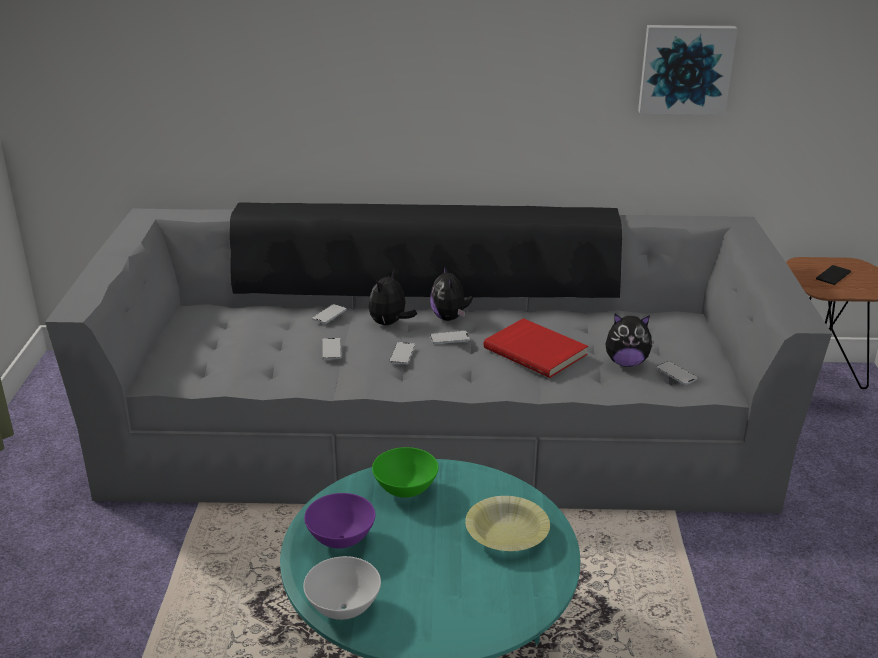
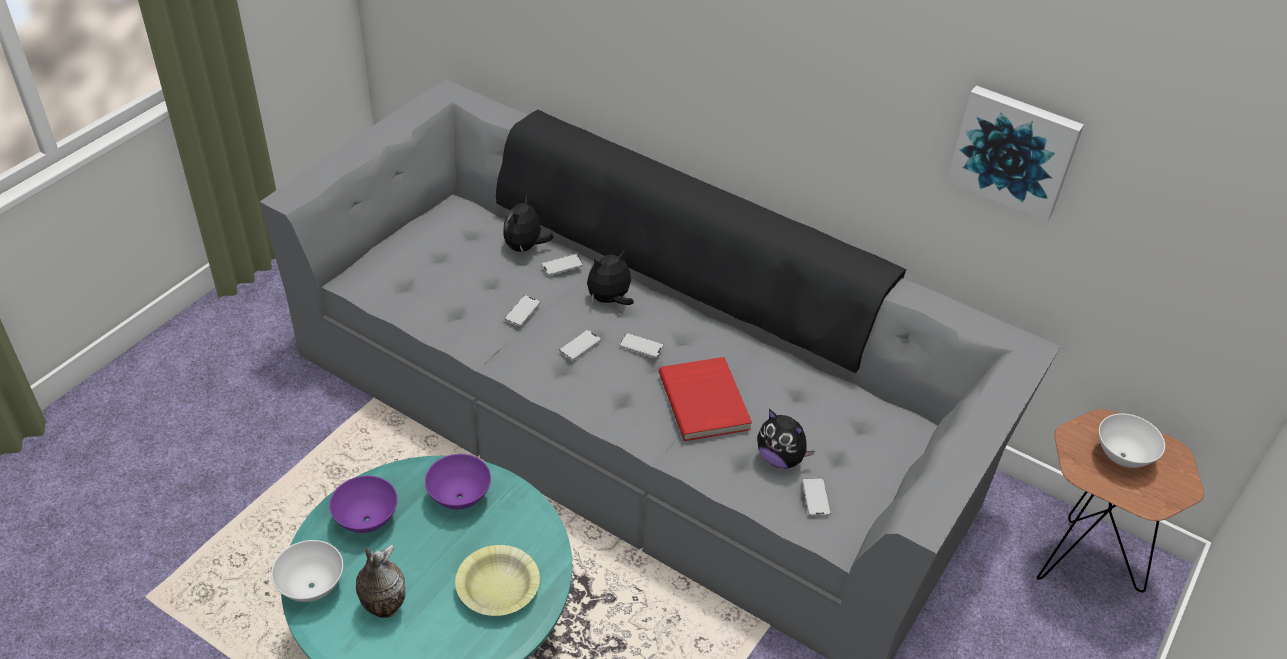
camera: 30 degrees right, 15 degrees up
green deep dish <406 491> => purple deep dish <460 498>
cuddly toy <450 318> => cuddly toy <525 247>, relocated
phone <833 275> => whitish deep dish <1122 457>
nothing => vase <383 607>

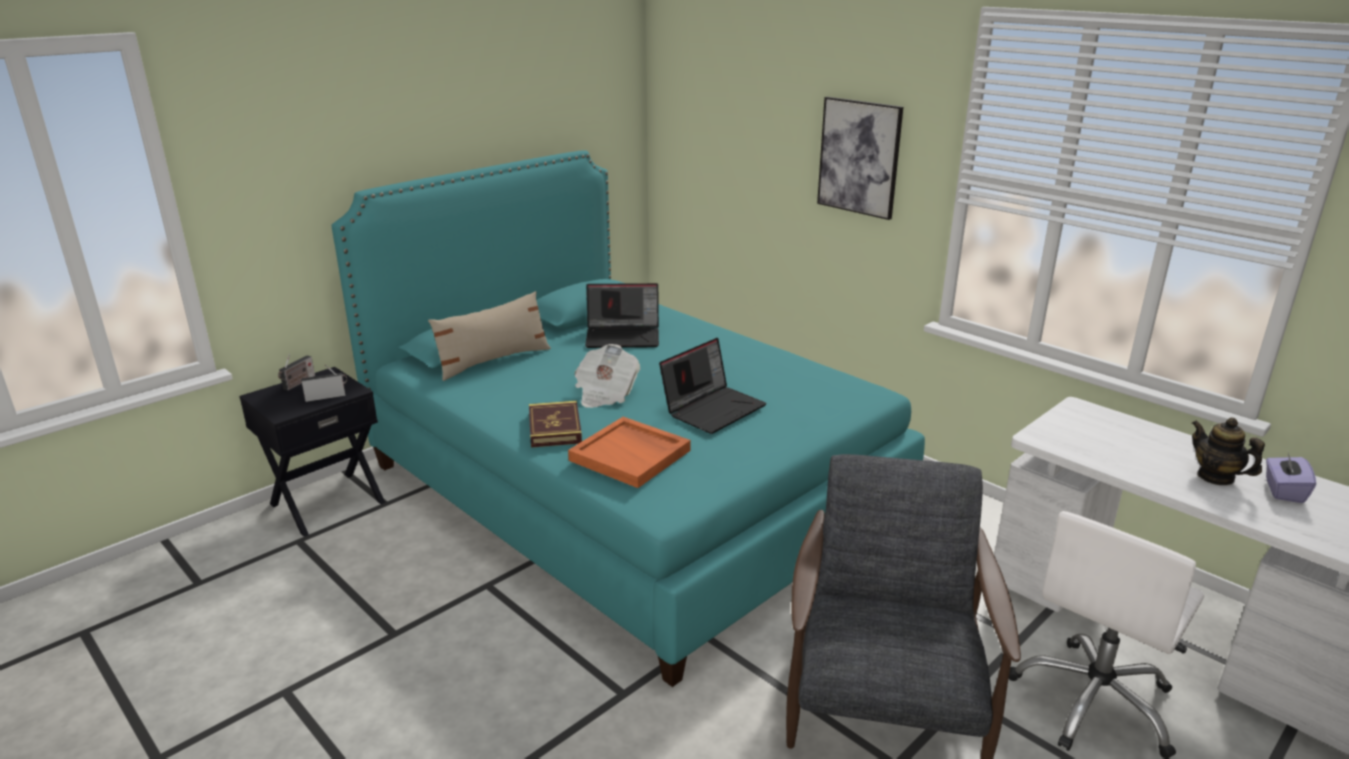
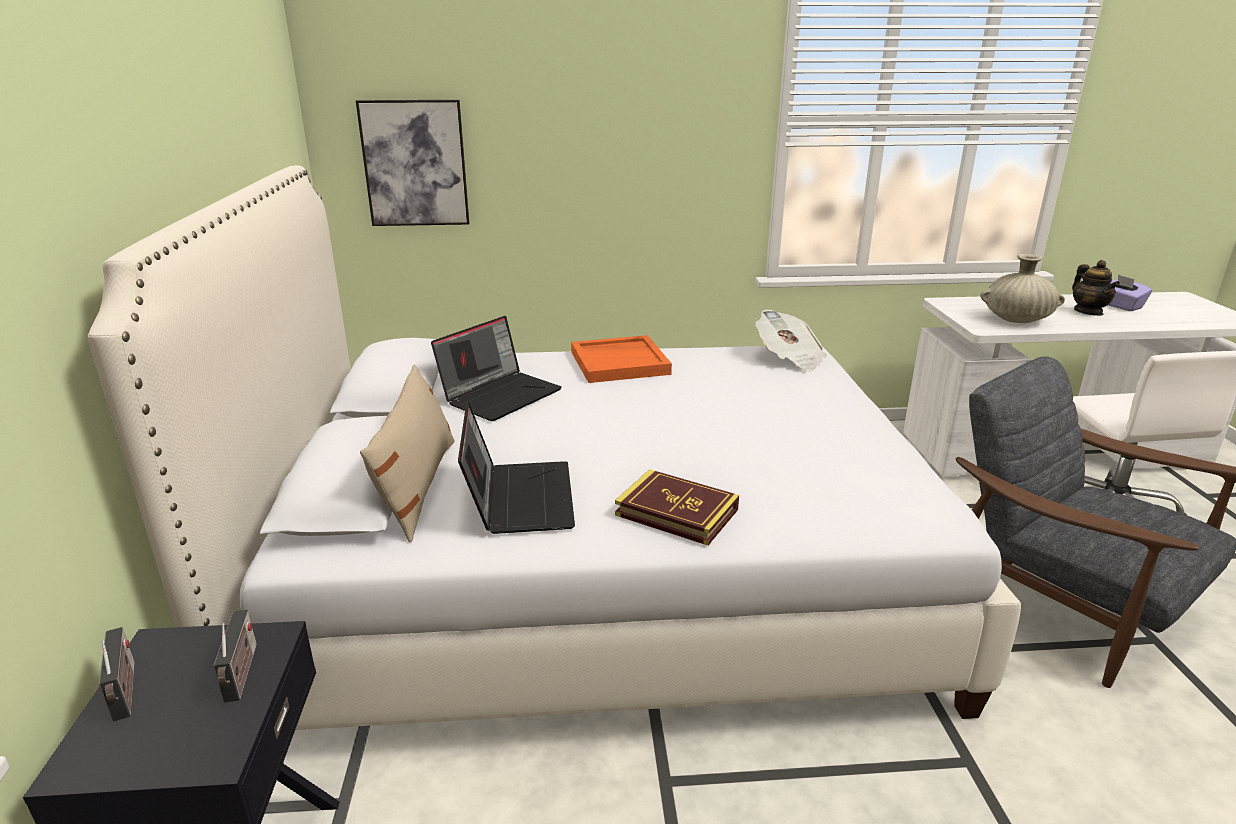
camera: 50 degrees left, 0 degrees up
radio set <327 396> => radio set <241 675>, 150 degrees clockwise
blue-green bedroom bed <628 490> => whitish bedroom bed <599 577>
orangey serving tray <631 455> => orangey serving tray <620 362>, relocated
printed paper <605 393> => printed paper <789 359>, relocated
notebook computer <713 408> => notebook computer <518 498>, relocated
wall picture <859 157> => wall picture <415 164>, relocated
teapot <1215 477> => teapot <1088 312>, 105 degrees counterclockwise
nothing => beige vase <1017 320>

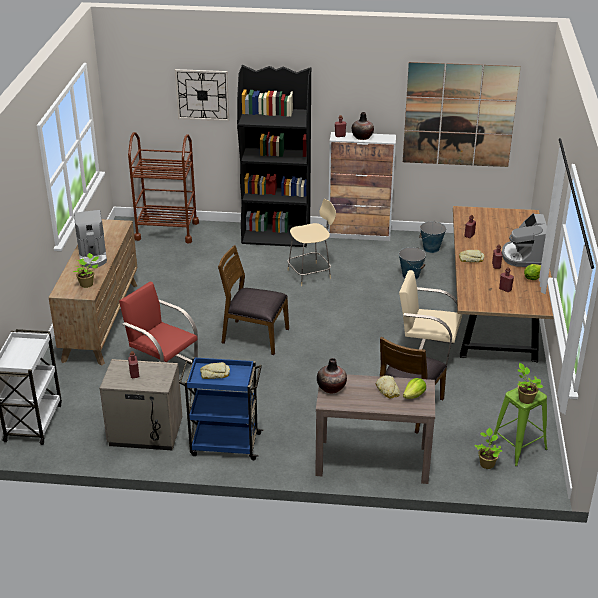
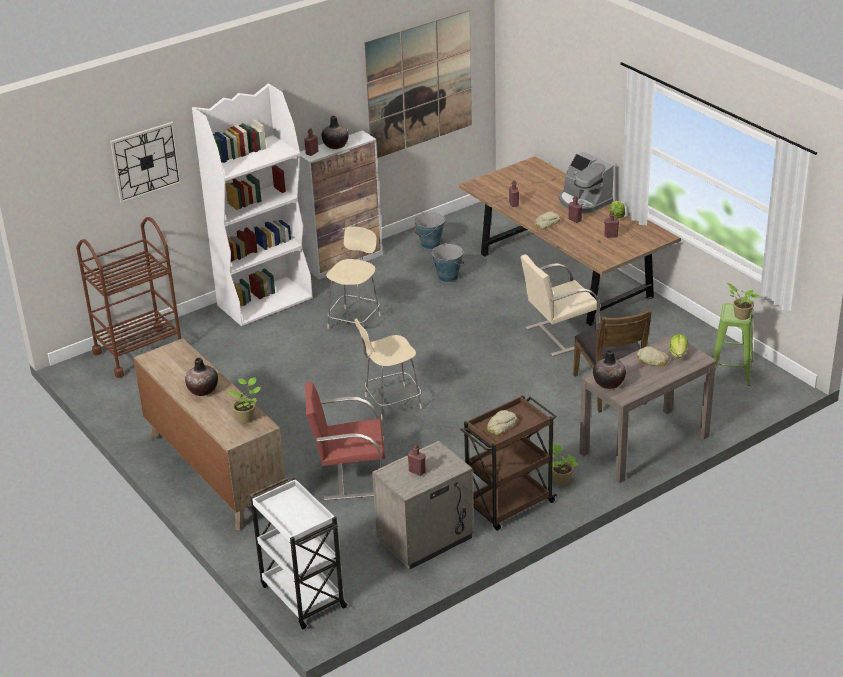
camera: 40 degrees left, 0 degrees up
coffee machine <93 256> => vase <203 390>
blue-coloured cart <224 444> => brownish cart <508 505>
brownish plain chair <254 336> => beige stool seat <391 402>
black-coloured bookcase <276 235> => whitish bookcase <265 301>
potted plant <486 463> => potted plant <561 479>, relocated

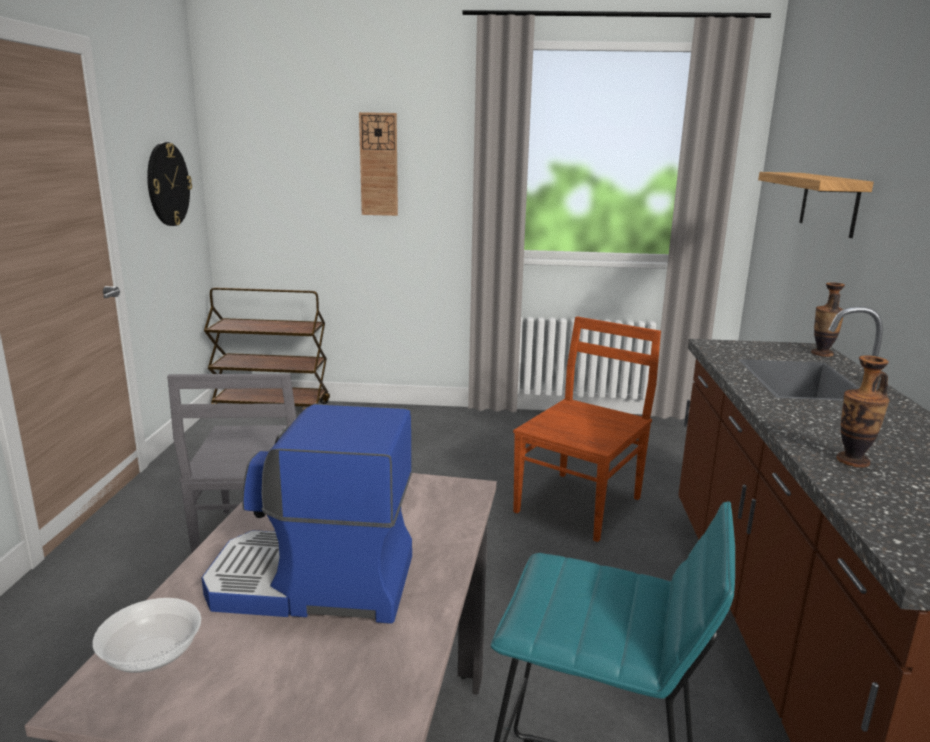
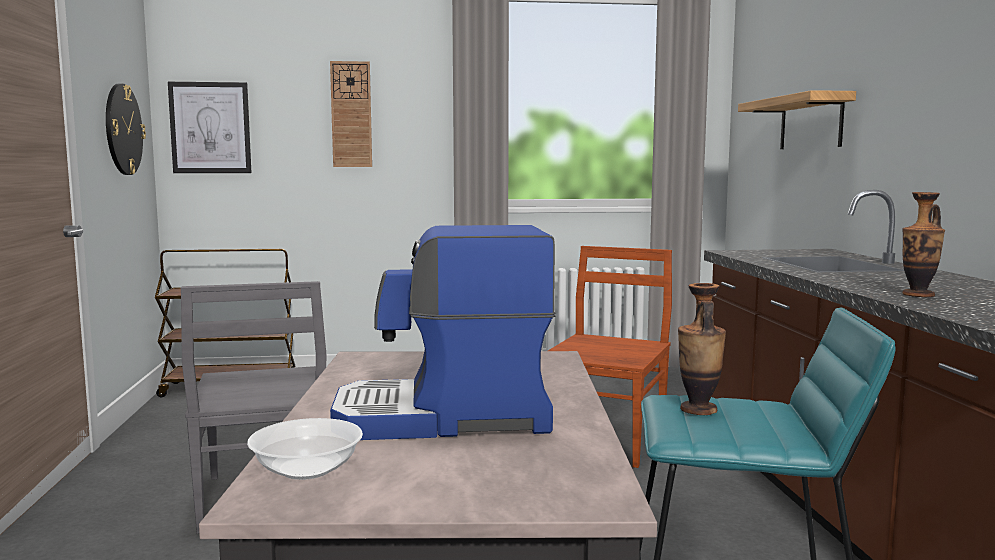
camera: 10 degrees left, 10 degrees down
vase <822 354> => vase <698 410>, relocated
nothing => wall picture <210 128>

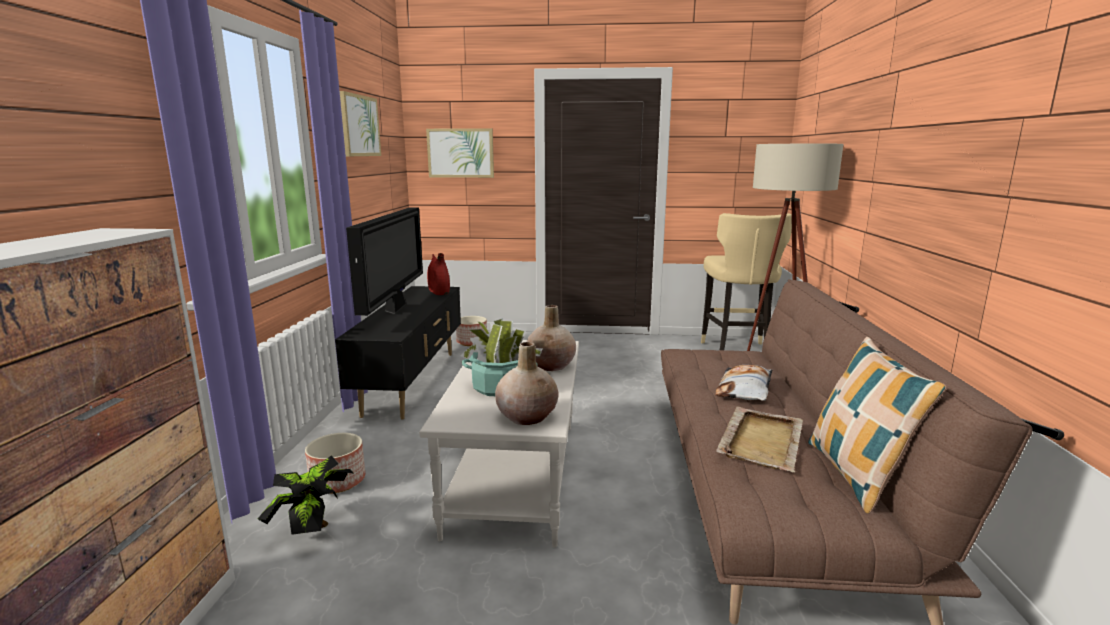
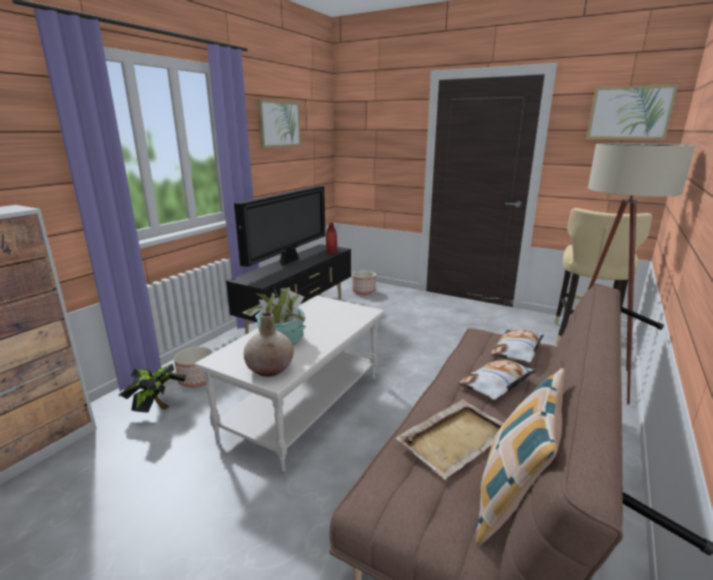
camera: 25 degrees right, 5 degrees up
wall picture <460 153> => wall picture <629 113>, relocated
beige vase <551 366> => nothing
nothing => throw pillow <517 350>

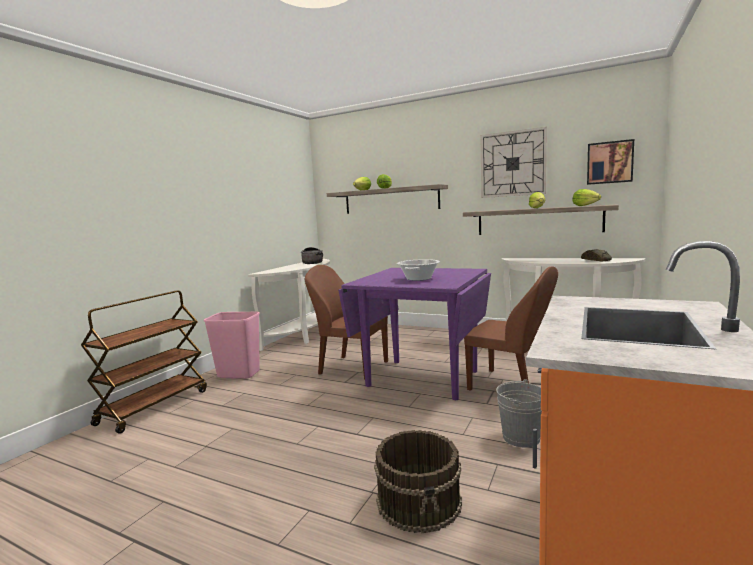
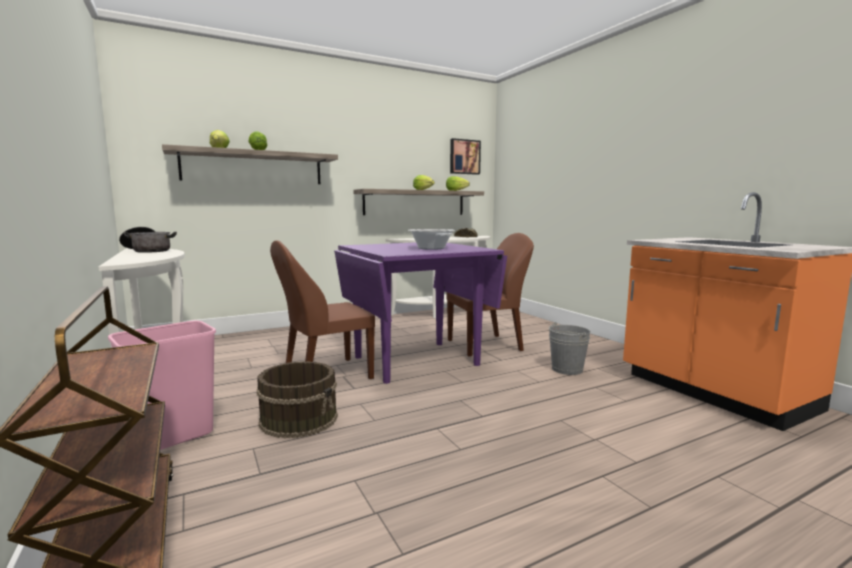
camera: 55 degrees left, 0 degrees up
brownish bucket <419 501> => brownish bucket <299 419>, relocated
wall clock <512 164> => nothing

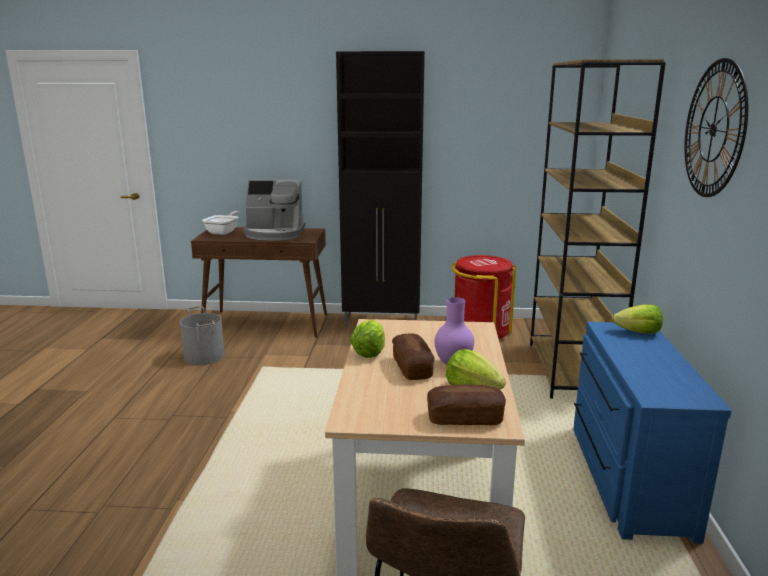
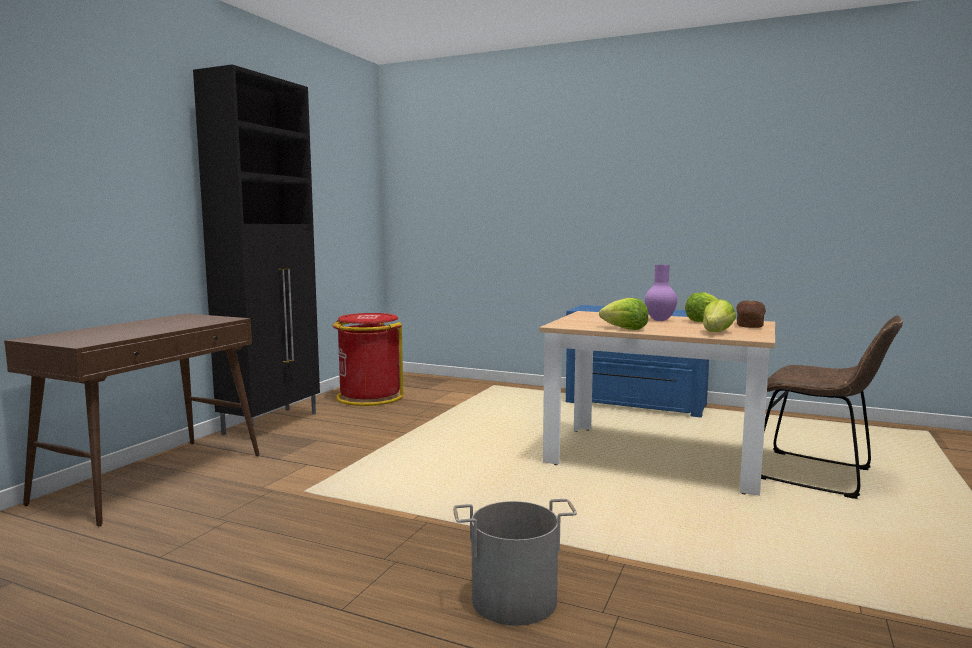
camera: 70 degrees left, 10 degrees down
gray bucket <205 356> => gray bucket <513 598>, relocated
skillet <224 232> => nothing
coffee machine <274 234> => nothing
bakery bread <412 367> => nothing
brownish bookcase <571 370> => nothing
lettuce <638 332> => lettuce <716 332>, relocated
wall clock <713 129> => nothing

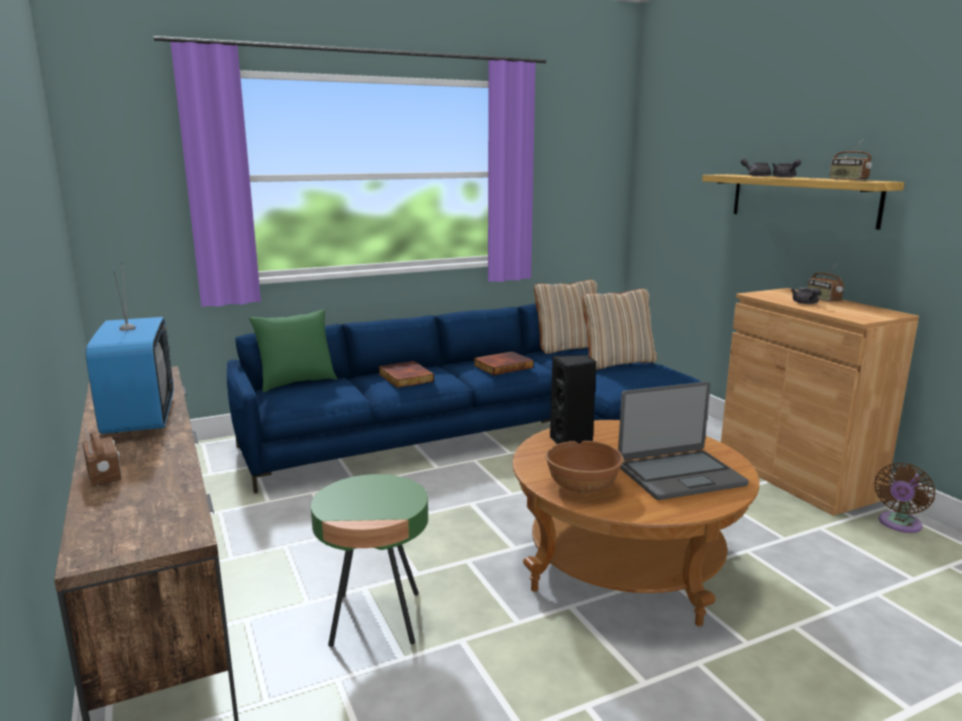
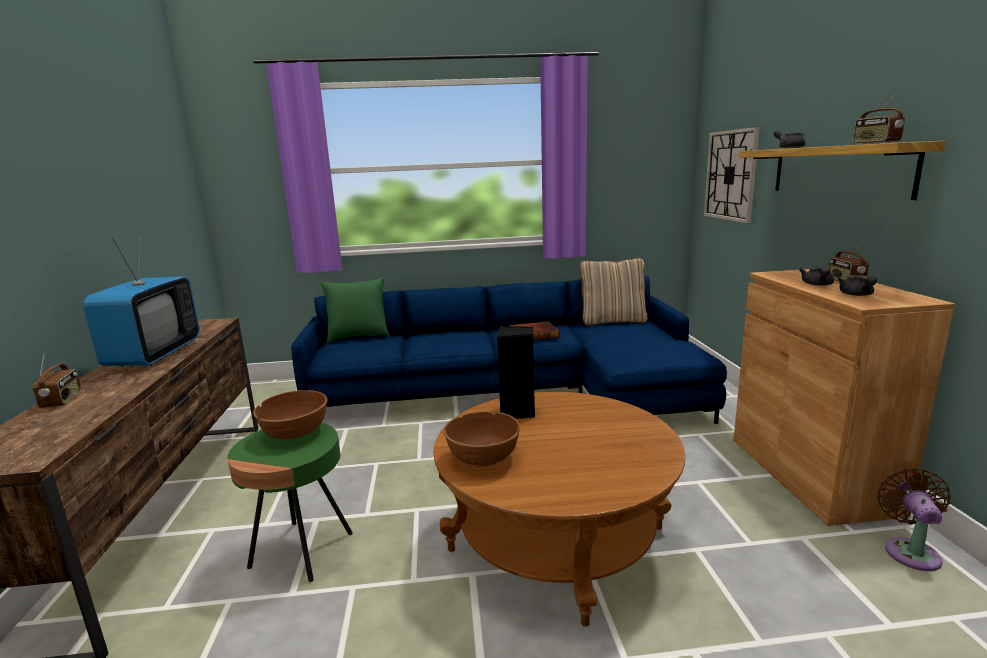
camera: 20 degrees right, 0 degrees up
book <404 377> => nothing
beige throw pillow <618 362> => nothing
notebook computer <679 475> => nothing
gray teapot <785 177> => gray teapot <857 295>, relocated
brownish fan <898 524> => brownish fan <910 551>, 135 degrees clockwise
nothing => brownish deep dish <295 433>
nothing => wall clock <731 175>

